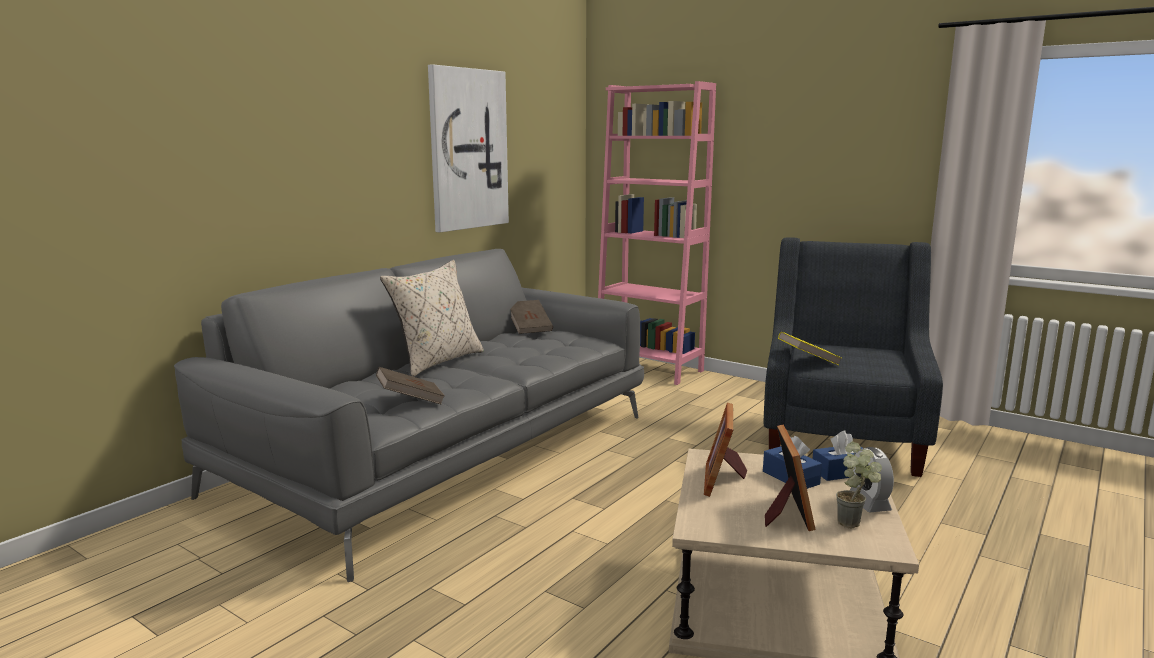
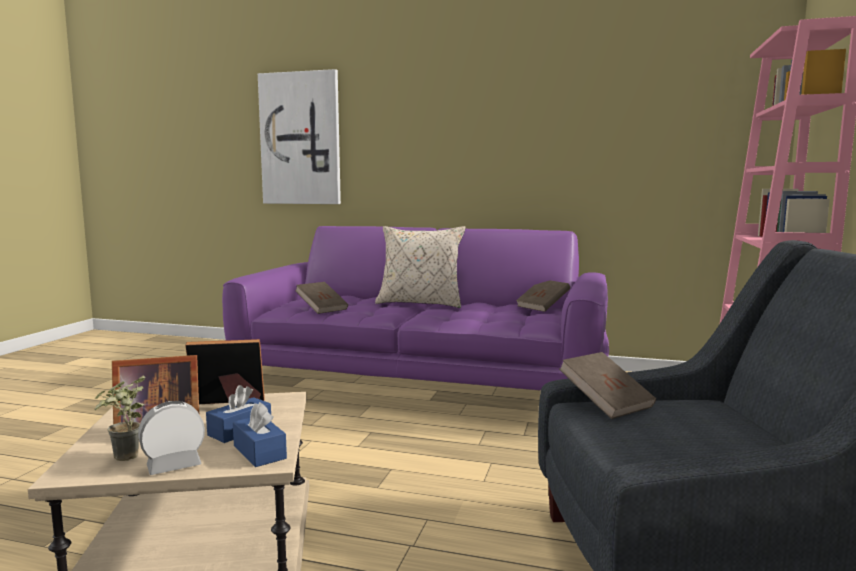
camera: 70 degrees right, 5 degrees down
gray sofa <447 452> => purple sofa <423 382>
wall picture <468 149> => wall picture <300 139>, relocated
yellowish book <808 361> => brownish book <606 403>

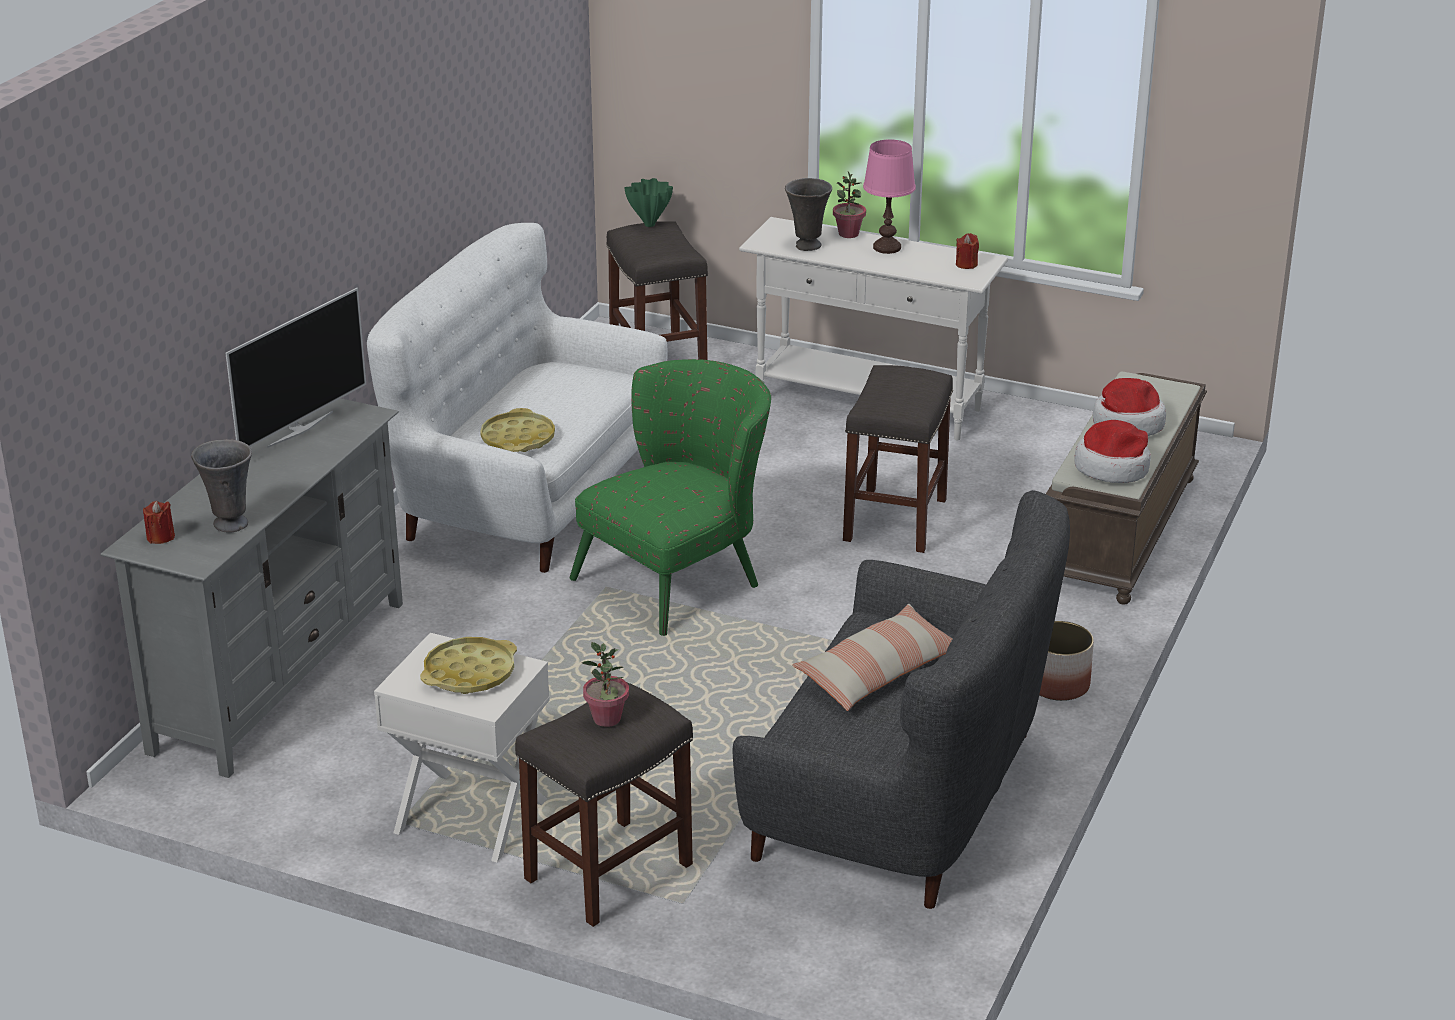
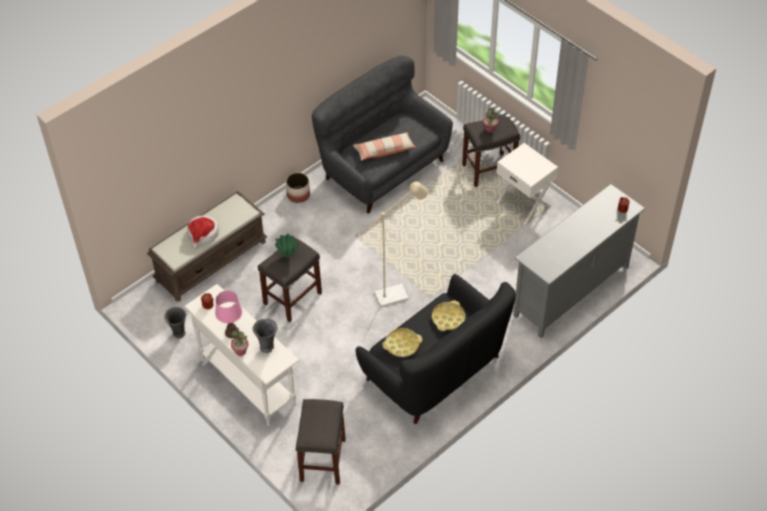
camera: 155 degrees left, 20 degrees up
gray vase <230 523> => gray vase <179 333>, relocated
TV <299 429> => nothing
whitish sofa <525 493> => black-coloured sofa <436 371>
yellowish serving tray <469 673> => yellowish serving tray <402 345>, relocated
green easy chair <681 577> => beige standing lamp <397 294>
green vase <650 224> => green vase <287 255>, relocated
clothing hat <1112 468> => nothing

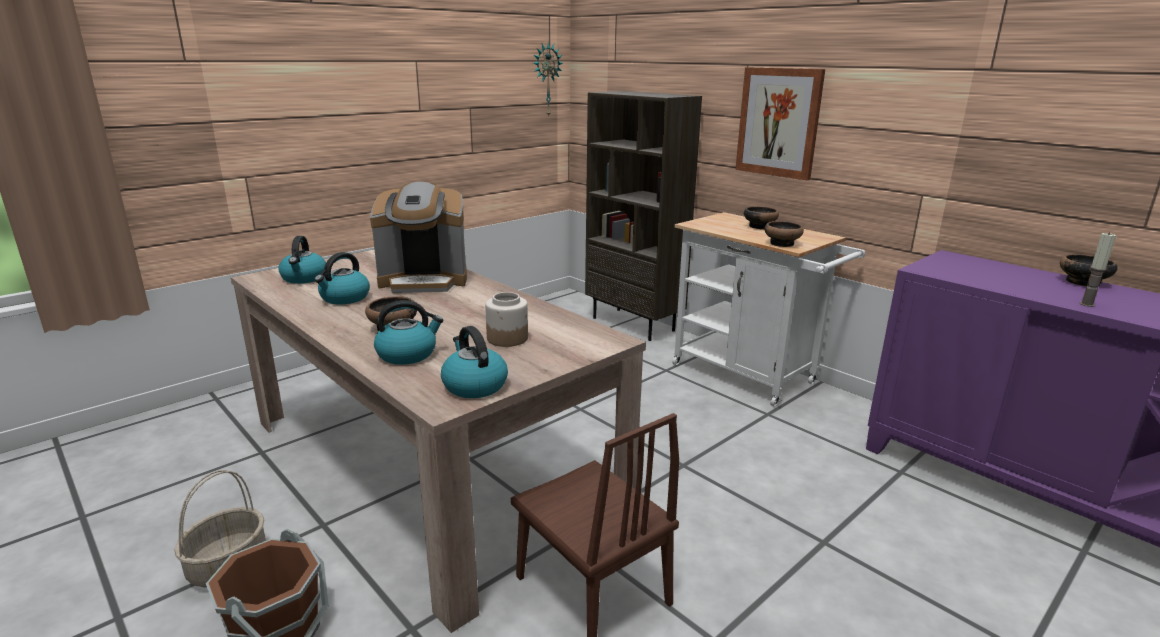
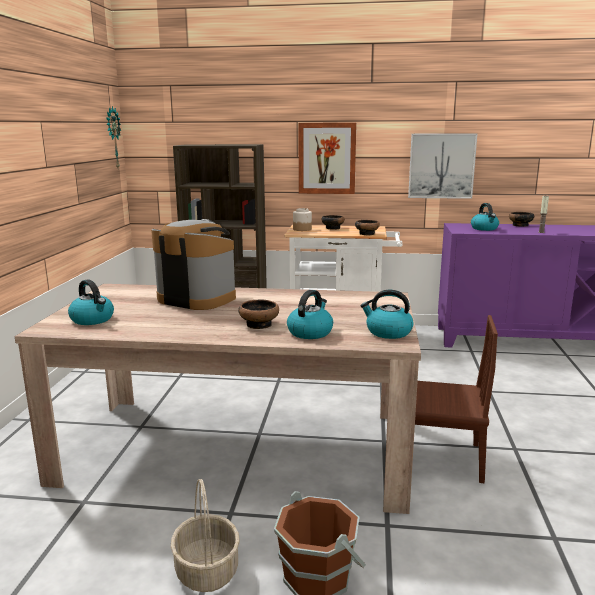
camera: 40 degrees left, 5 degrees down
water kettle <344 298> => water kettle <484 228>, relocated
coffee machine <424 281> => coffee machine <197 298>, 105 degrees counterclockwise
jar <508 338> => jar <302 229>, relocated
nothing => wall picture <441 166>

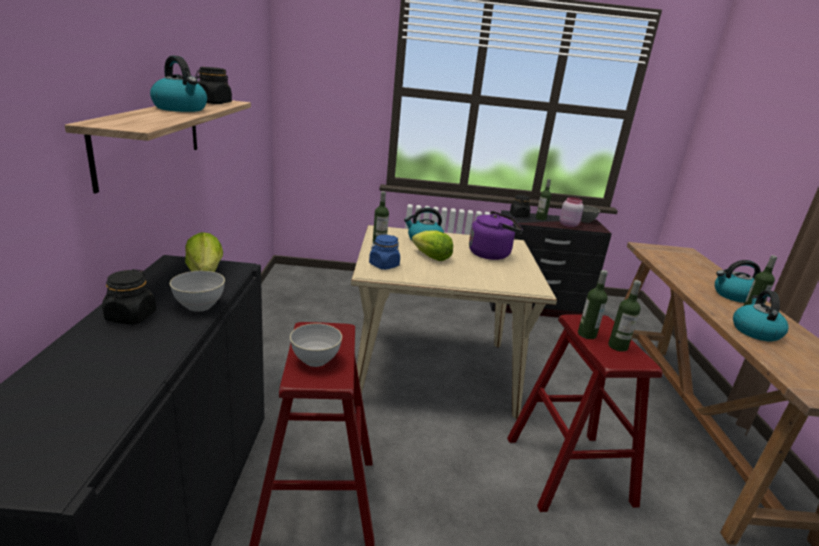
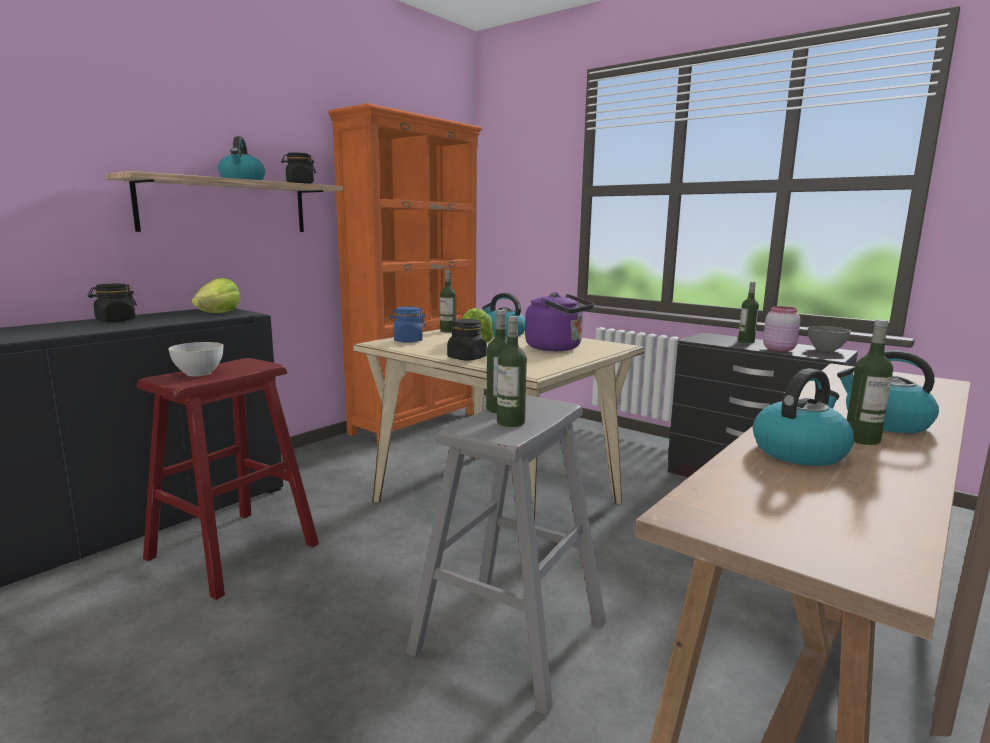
camera: 40 degrees right, 10 degrees down
gray deep dish <199 306> => nothing
red stool seat <568 470> => gray stool seat <509 637>
black-coloured jar <519 215> => black-coloured jar <467 358>, relocated
nothing => orangey bookcase <416 423>

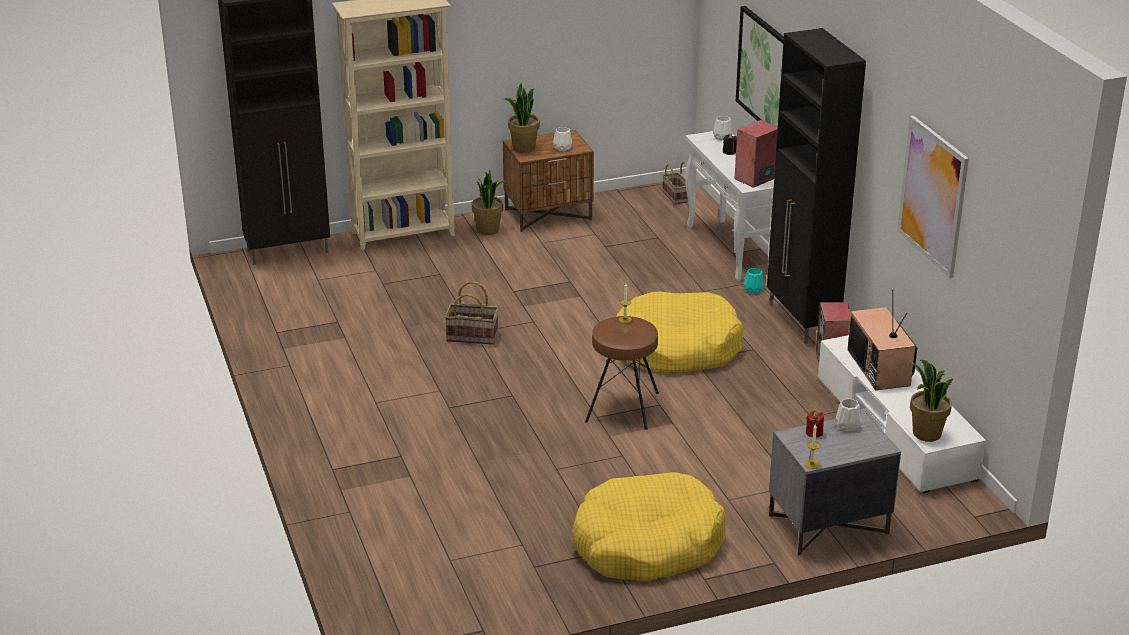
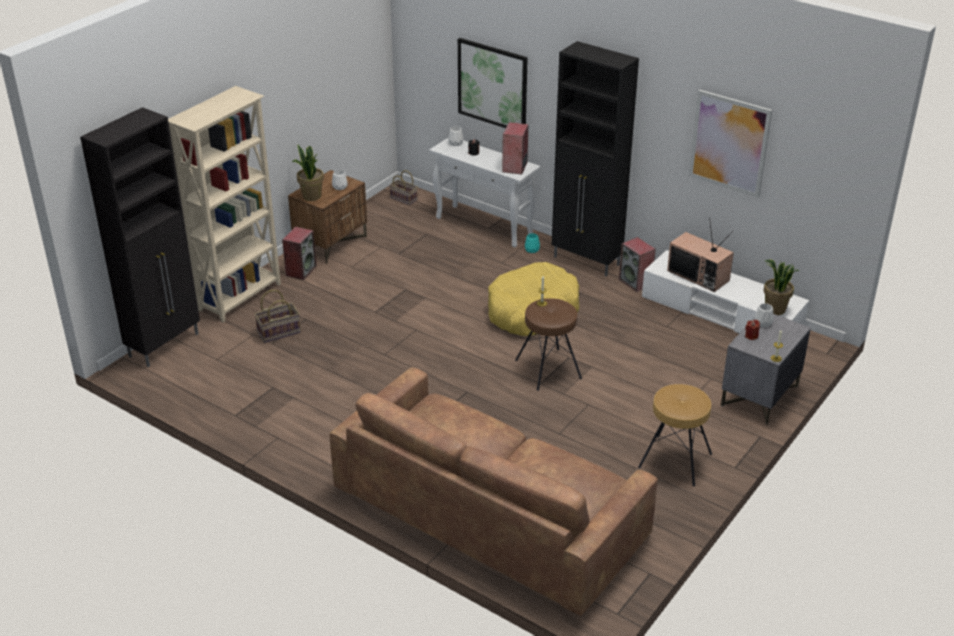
camera: 35 degrees left, 5 degrees up
storage basket <472 336> => storage basket <279 332>, relocated
potted plant <488 230> => audio speaker <301 270>
yellowish dog cushion <647 544> => brownish stool seat <675 460>
nothing => brownish sofa <490 510>

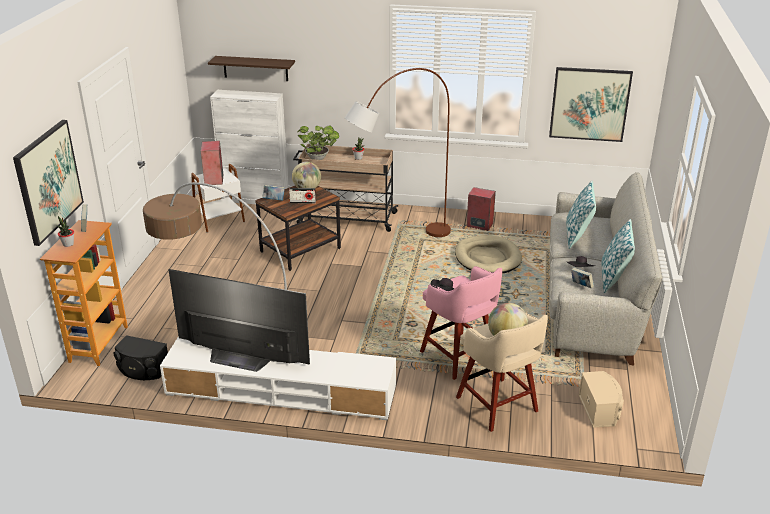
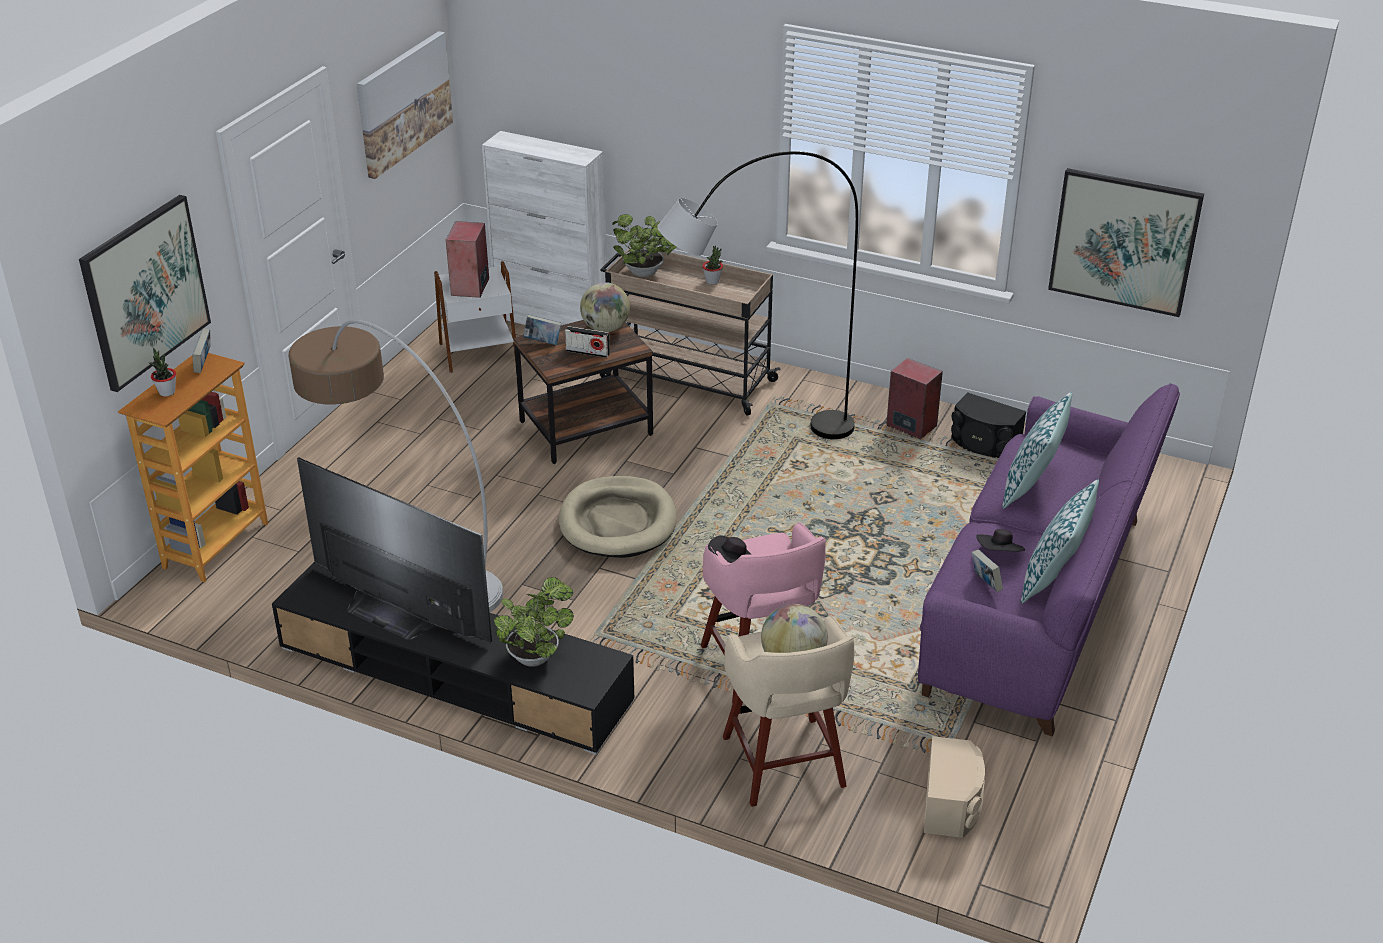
camera: 15 degrees right, 5 degrees up
black-coloured audio speaker <142 370> => black-coloured audio speaker <984 443>, relocated
whitish tv stand <280 391> => black-coloured tv stand <453 674>
bracket shelf <255 68> => nothing
brownish standing lamp <397 243> => gray standing lamp <753 440>
beige dog cushion <487 258> => beige dog cushion <618 522>, relocated
gray sofa <591 301> => purple sofa <1037 604>
nothing => wall picture <403 103>
nothing => potted plant <536 655>

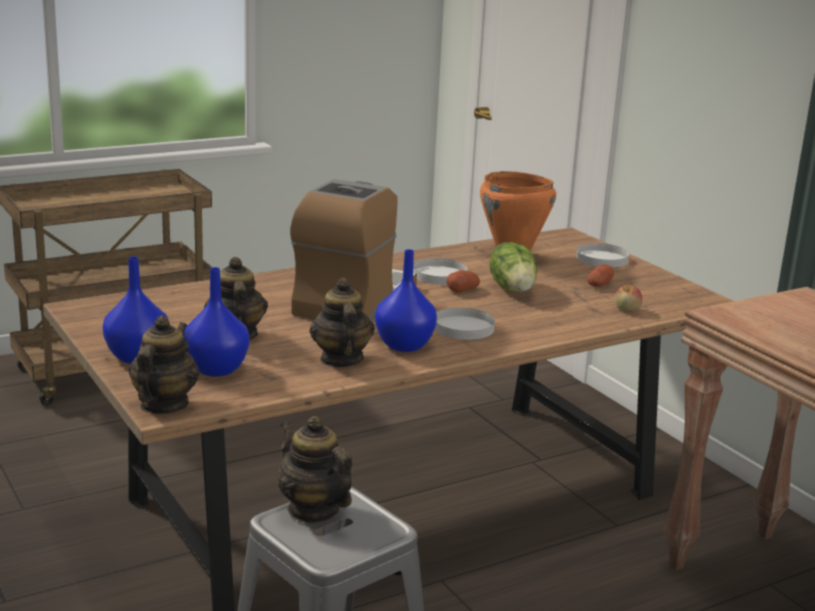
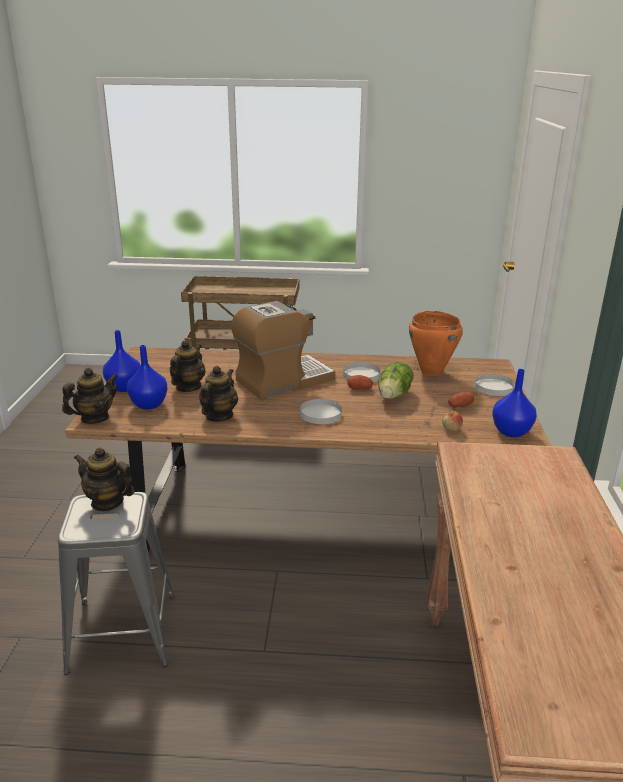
camera: 35 degrees right, 5 degrees up
teapot <313 510> => teapot <107 502>, 60 degrees counterclockwise
blue-coloured vase <405 345> => blue-coloured vase <512 431>, relocated

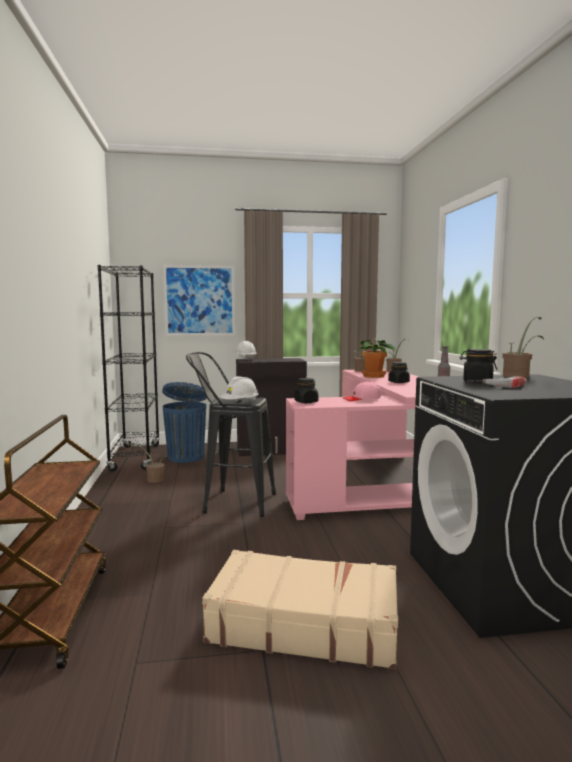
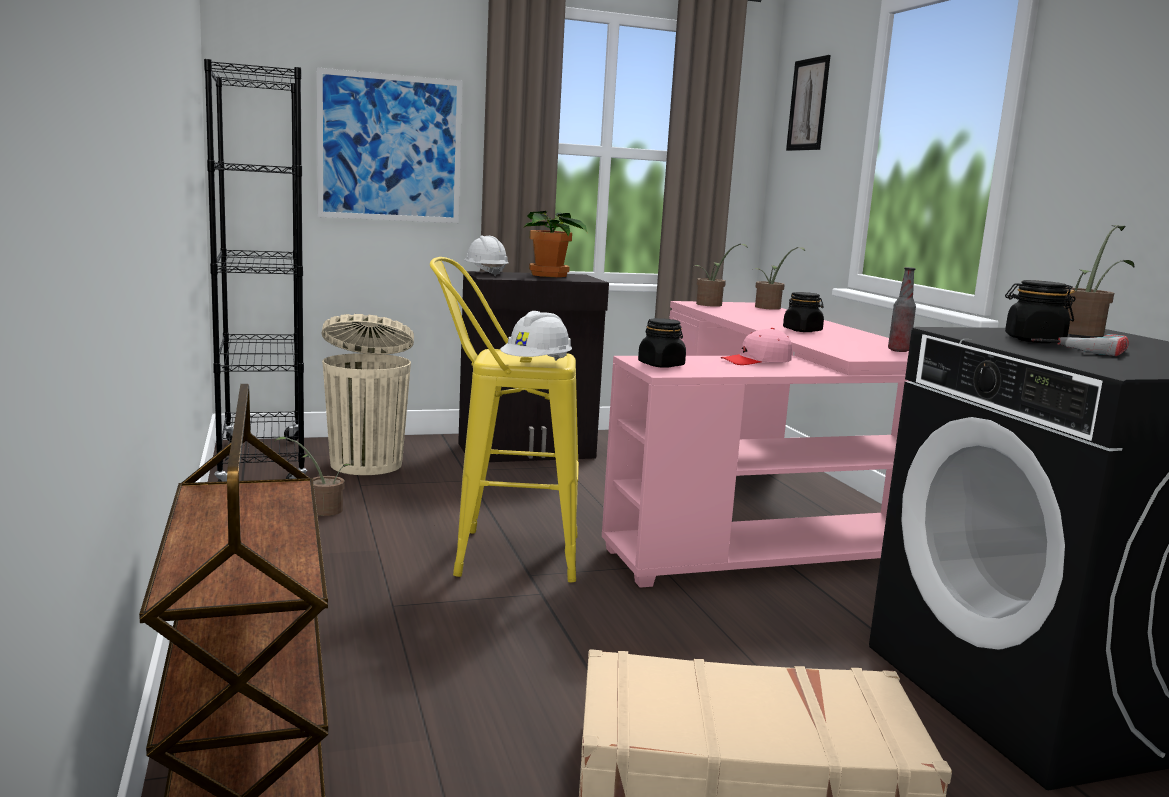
camera: 10 degrees left, 5 degrees up
blue-coloured trash can <186 457> => beige trash can <366 463>
black-coloured stool seat <232 502> => yellowish stool seat <501 554>
potted plant <374 376> => potted plant <549 275>, relocated
nothing => wall picture <808 104>

